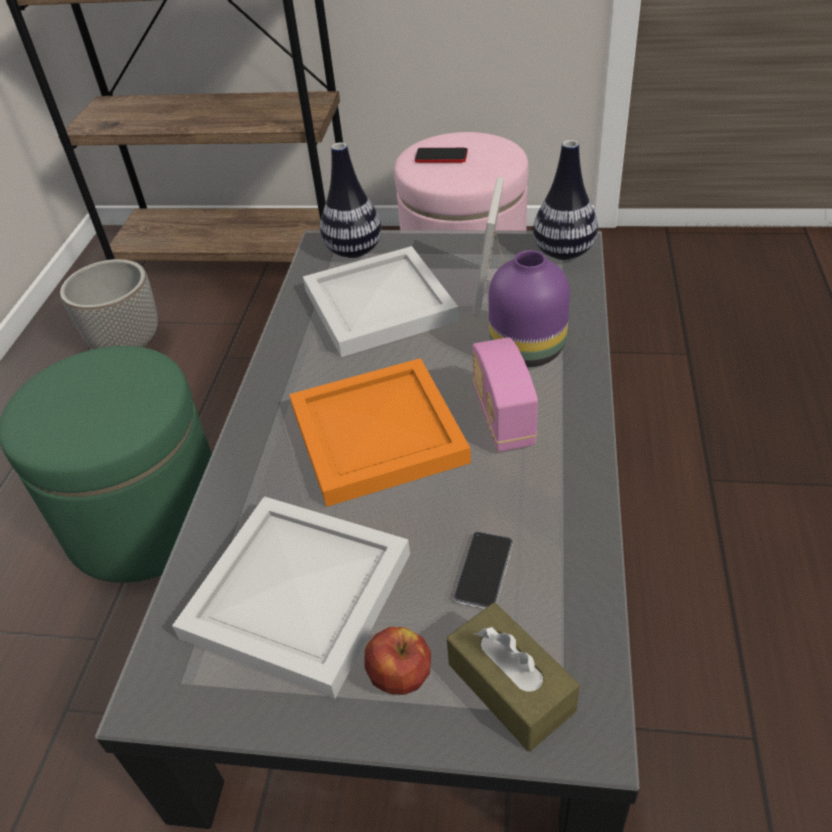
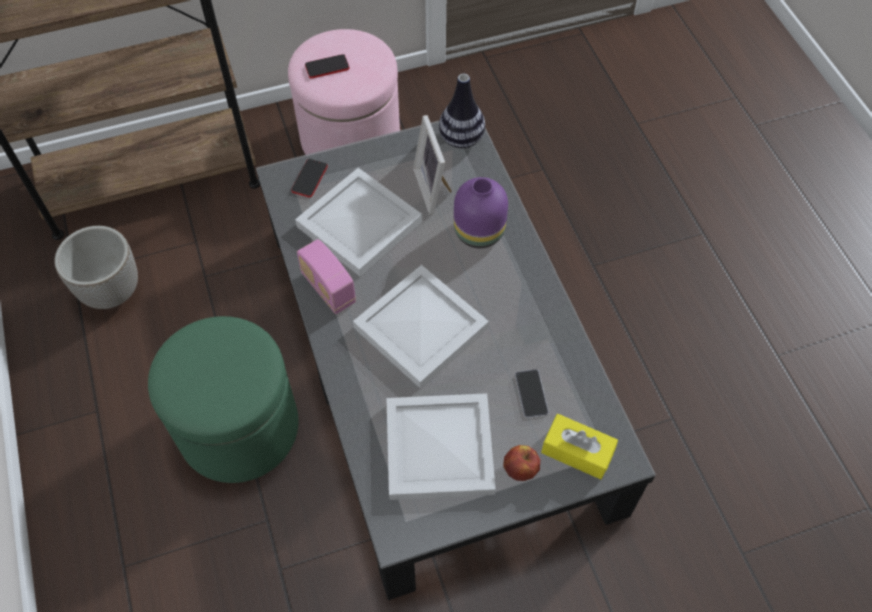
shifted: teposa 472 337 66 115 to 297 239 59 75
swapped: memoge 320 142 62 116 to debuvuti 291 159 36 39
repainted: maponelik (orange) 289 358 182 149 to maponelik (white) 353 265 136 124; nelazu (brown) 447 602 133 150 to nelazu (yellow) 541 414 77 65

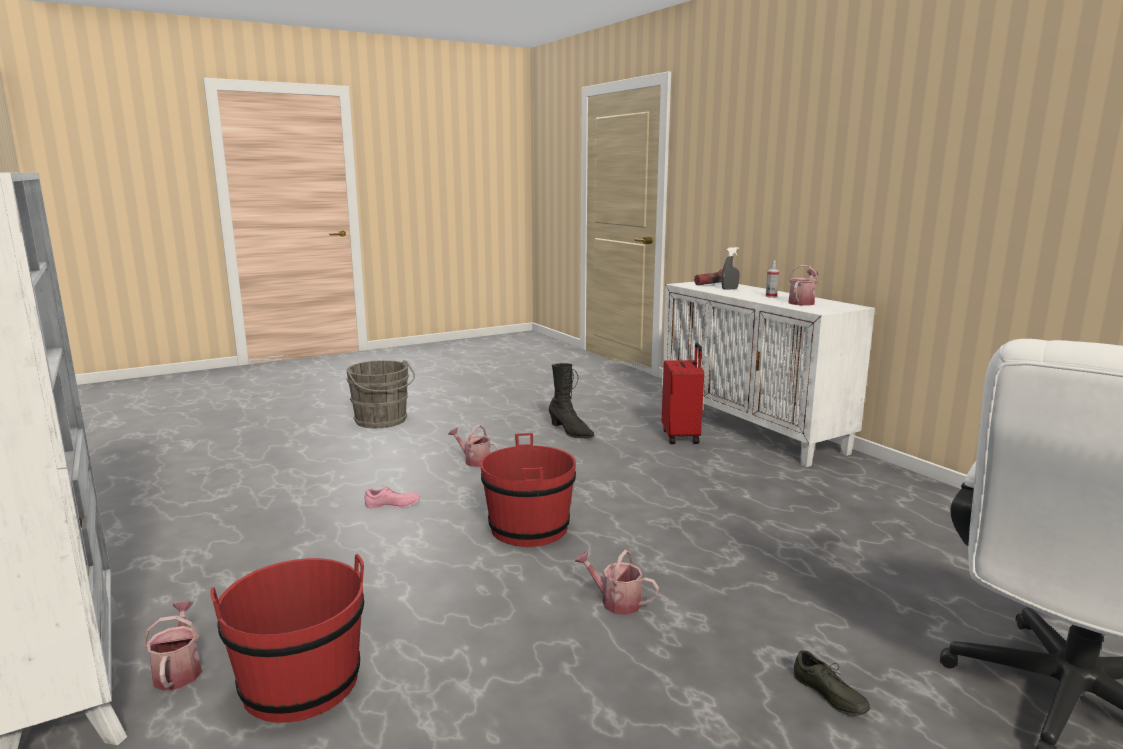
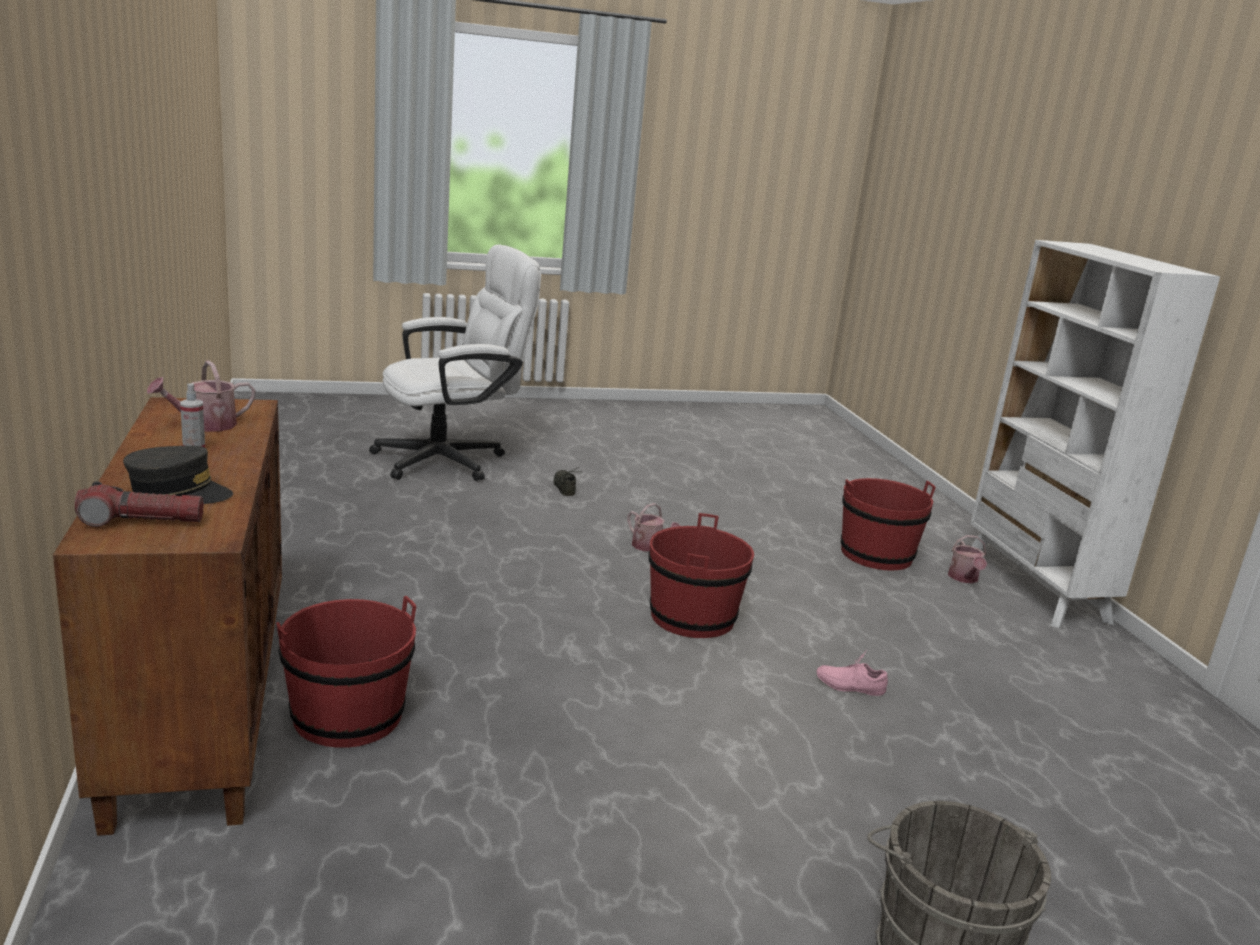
gone: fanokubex 448 425 51 42; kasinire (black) 549 363 45 76
swapped: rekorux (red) 662 343 42 101 to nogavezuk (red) 276 596 140 152; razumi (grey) 722 247 17 43 to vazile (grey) 123 446 110 58
repainted: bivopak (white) 662 282 213 185 to bivopak (brown) 53 397 229 439

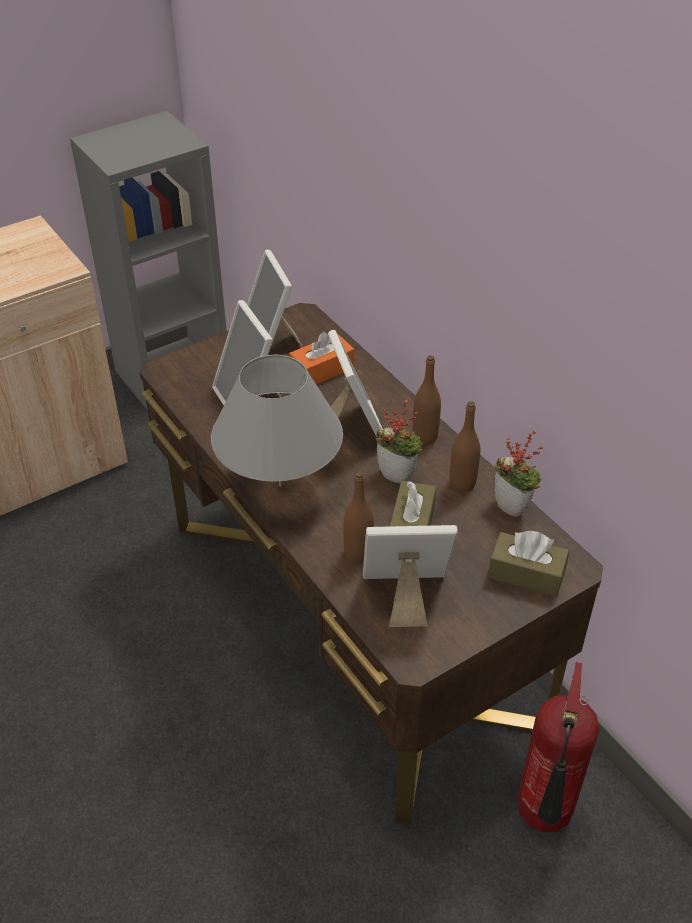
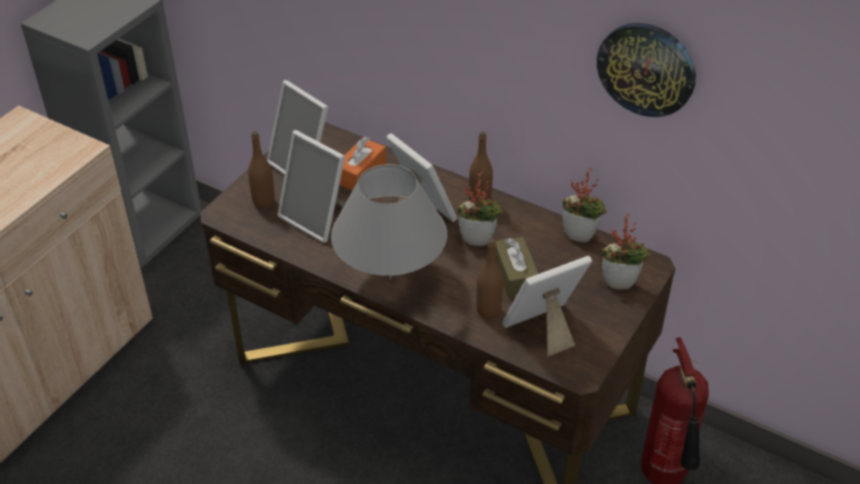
new: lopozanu 597 23 99 94
shifted: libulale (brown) 450 402 30 90 to 248 132 27 77
swapped: nelazu (brown) 488 531 81 66 to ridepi 602 214 49 75

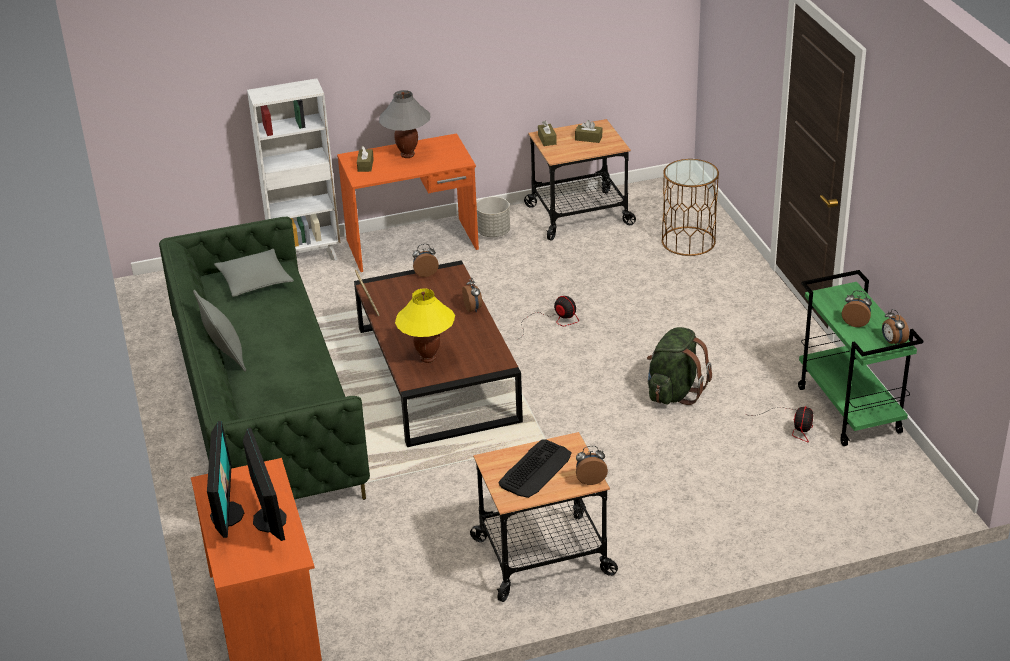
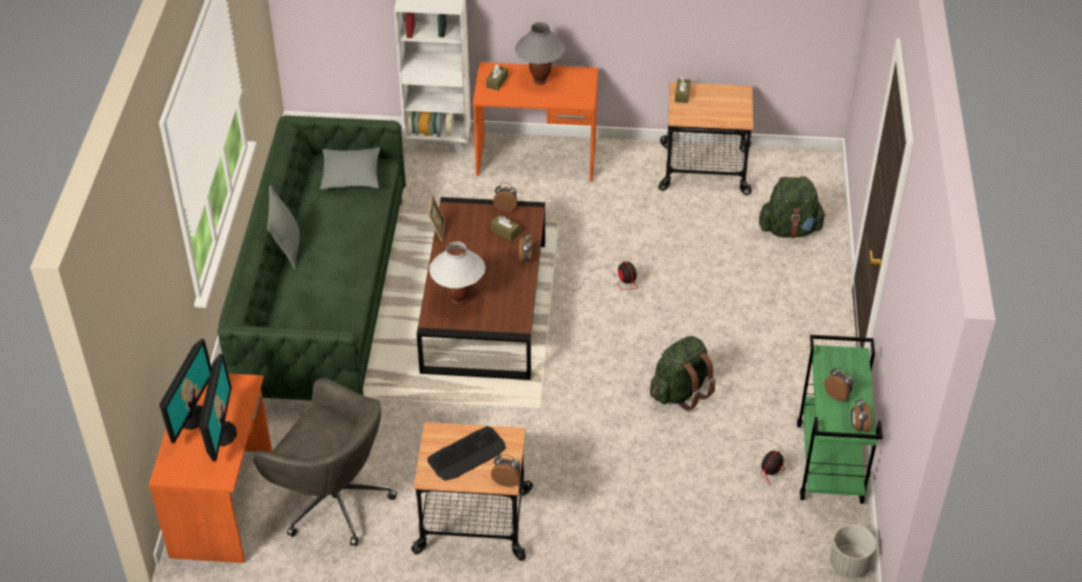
new: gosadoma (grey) 253 378 144 168
shifted: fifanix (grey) 476 197 34 40 to 830 525 46 53; nelazu (brown) 575 120 27 23 to 491 215 29 26
swapped: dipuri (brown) 662 159 57 97 to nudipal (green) 759 176 67 62
repainted: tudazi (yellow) 395 288 60 75 to tudazi (white) 429 241 57 64

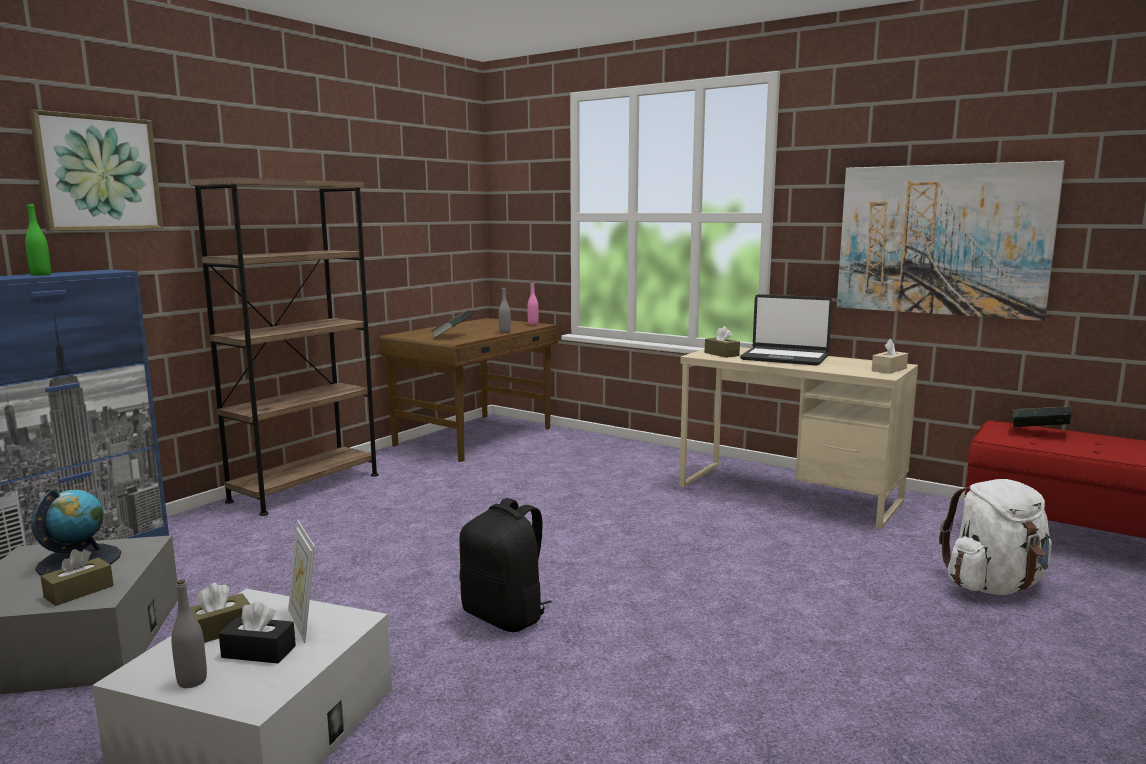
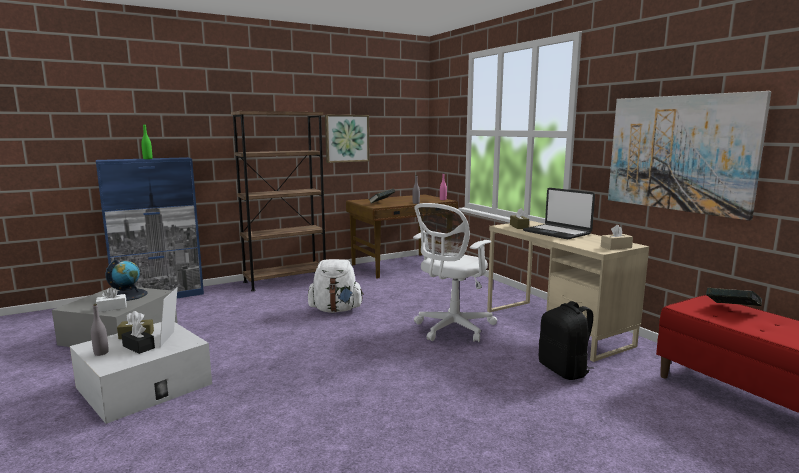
new: gosadoma (white) 413 203 84 139
shifted: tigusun 29 110 134 121 to 325 115 45 48; nudipal (black) 459 498 93 134 to 539 301 56 79; nudipal (white) 939 479 113 116 to 308 259 56 54
repainted: nelazu (brown) 40 549 74 57 to nelazu (white) 96 288 30 24

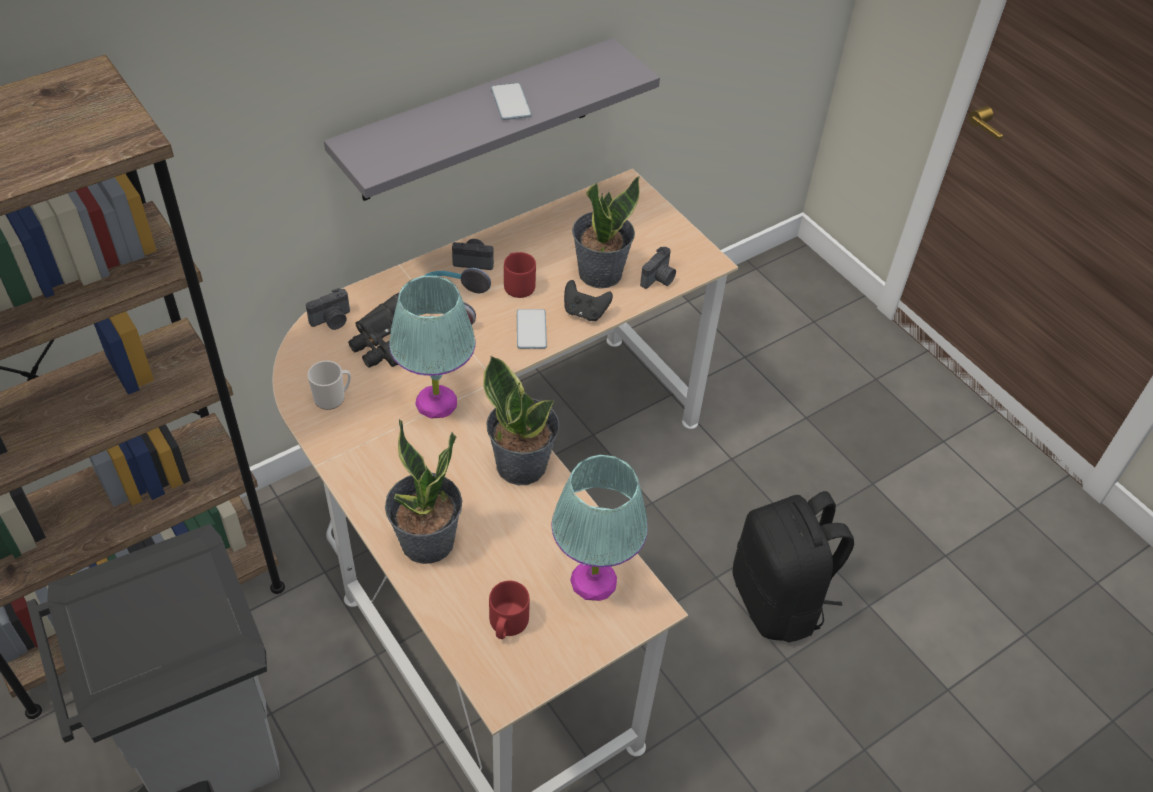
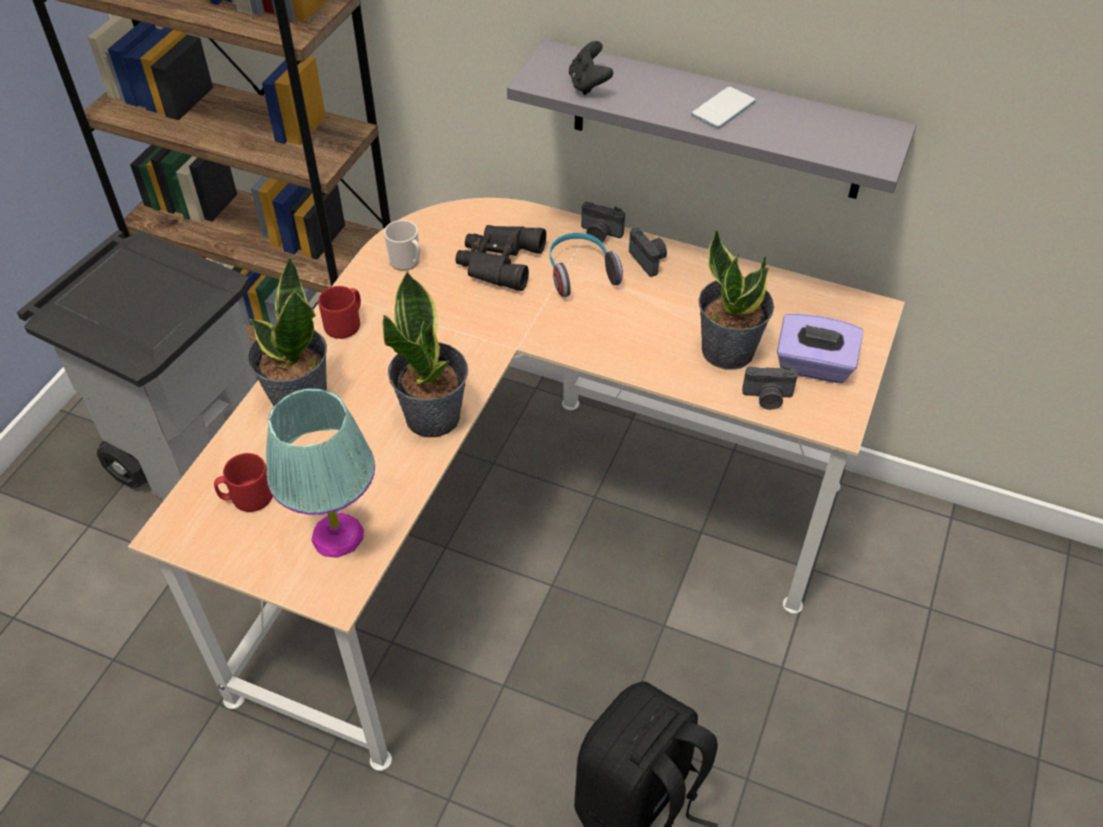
gone: tudazi (turquoise) 389 275 86 143; debuvuti 517 309 30 40
new: nelazu (purple) 777 313 87 70
shifted: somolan 306 288 44 42 to 581 202 44 40; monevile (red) 504 252 32 46 to 318 286 43 53; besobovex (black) 564 280 49 41 to 569 41 44 54

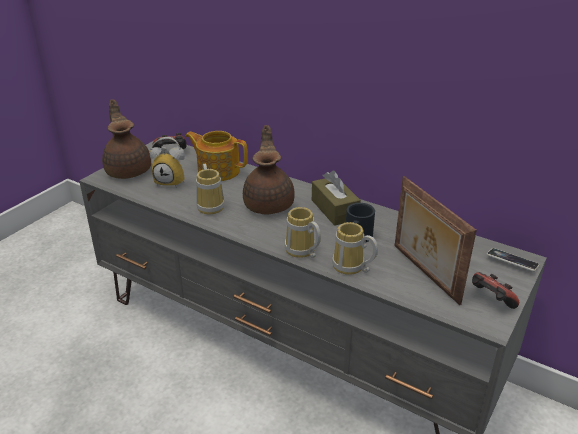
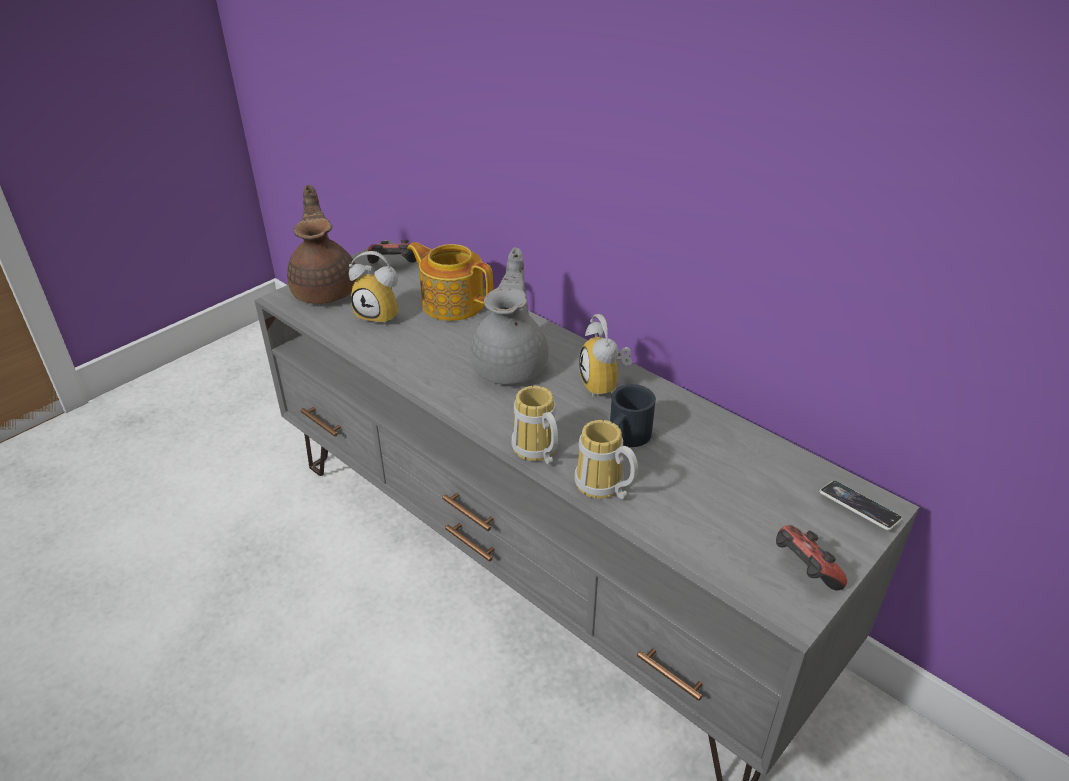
gone: monevile 196 164 29 50; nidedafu 395 176 82 129
swapped: nelazu (brown) 312 171 49 55 to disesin 579 314 53 83
repainted: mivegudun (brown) 243 125 51 89 to mivegudun (grey) 470 247 79 137

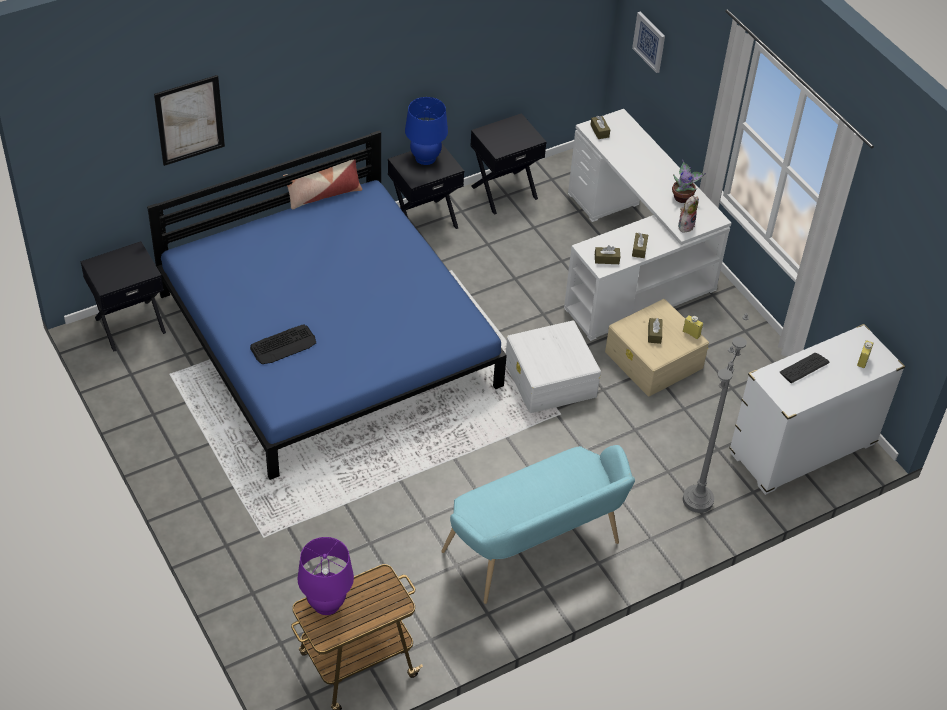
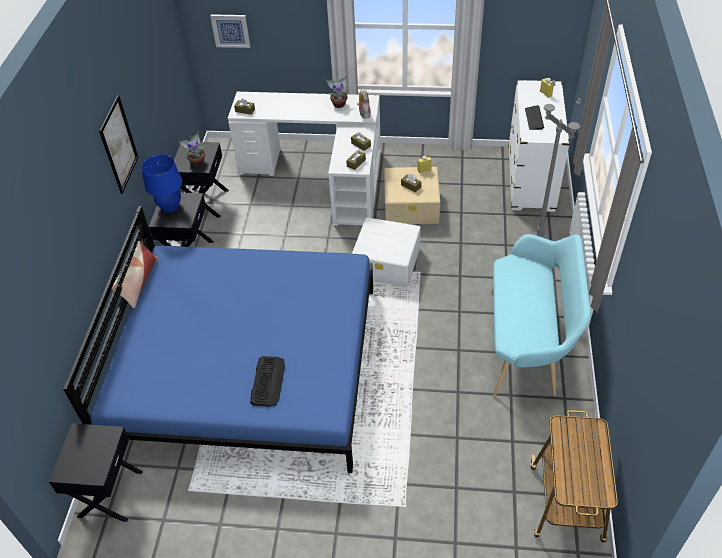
gone: tudazi (purple) 298 537 56 78
new: ridepi 178 133 27 33
shifted: tigusun 154 75 71 91 to 99 95 40 99

